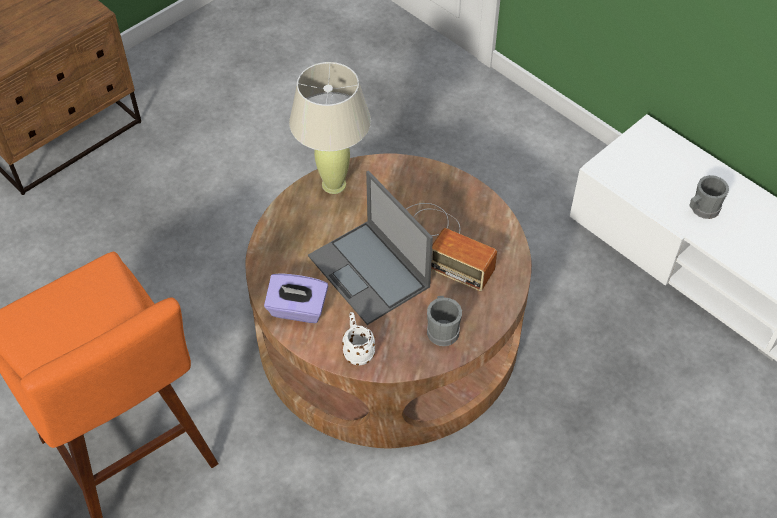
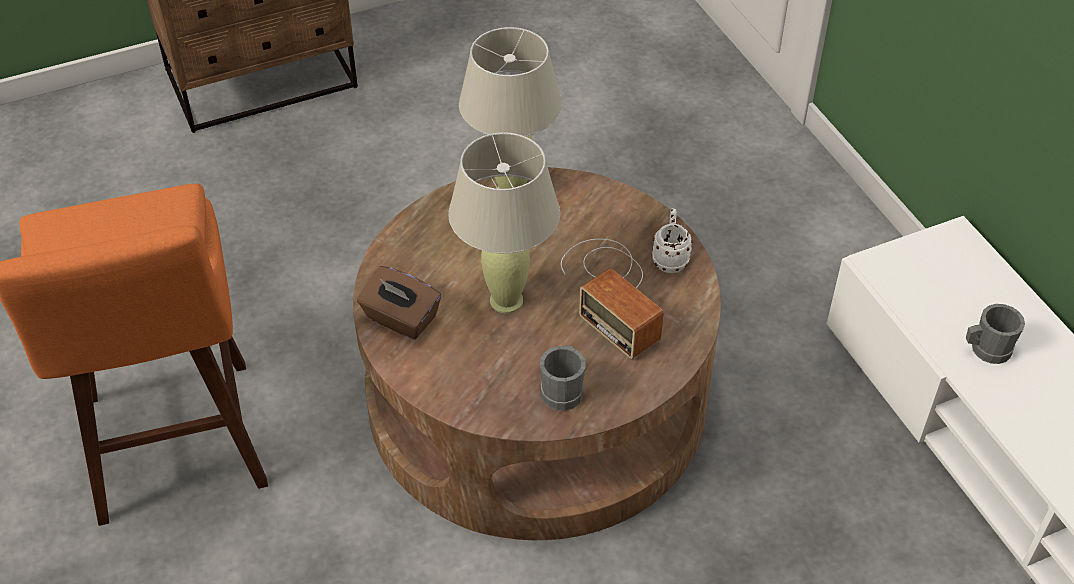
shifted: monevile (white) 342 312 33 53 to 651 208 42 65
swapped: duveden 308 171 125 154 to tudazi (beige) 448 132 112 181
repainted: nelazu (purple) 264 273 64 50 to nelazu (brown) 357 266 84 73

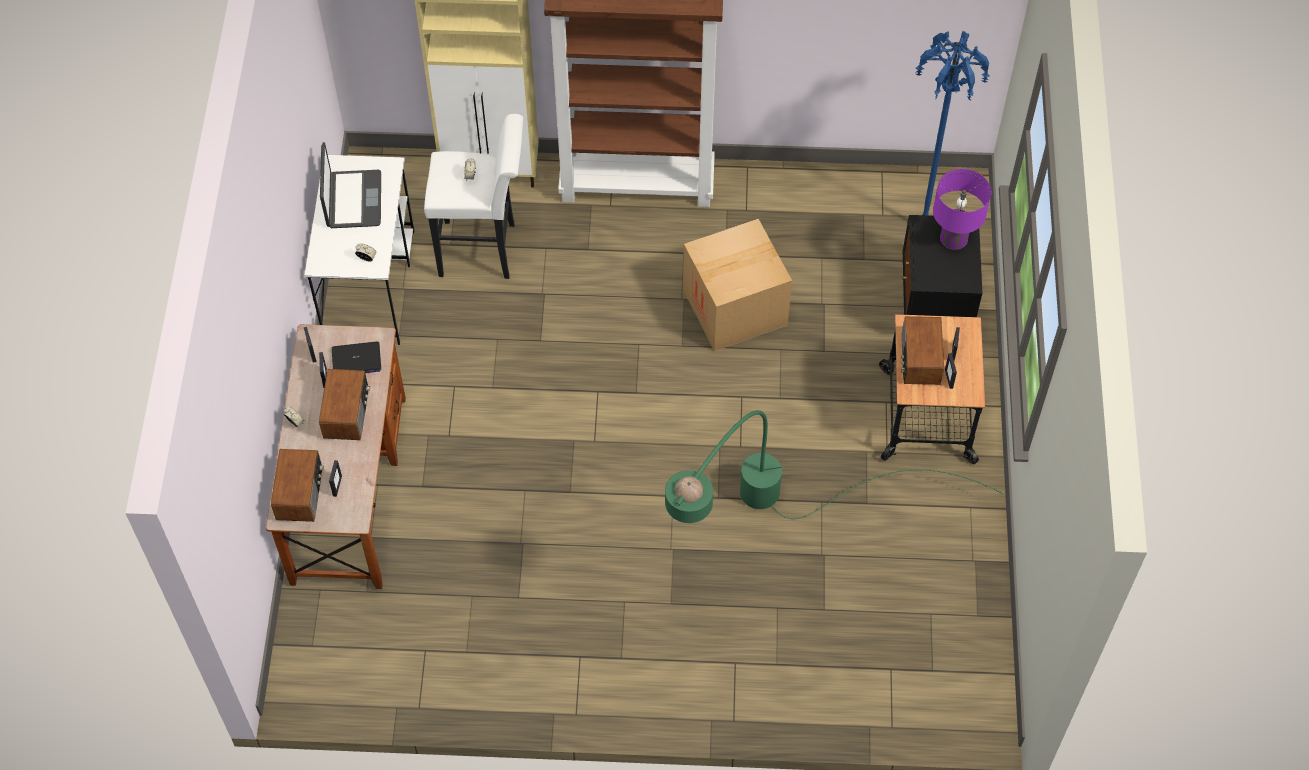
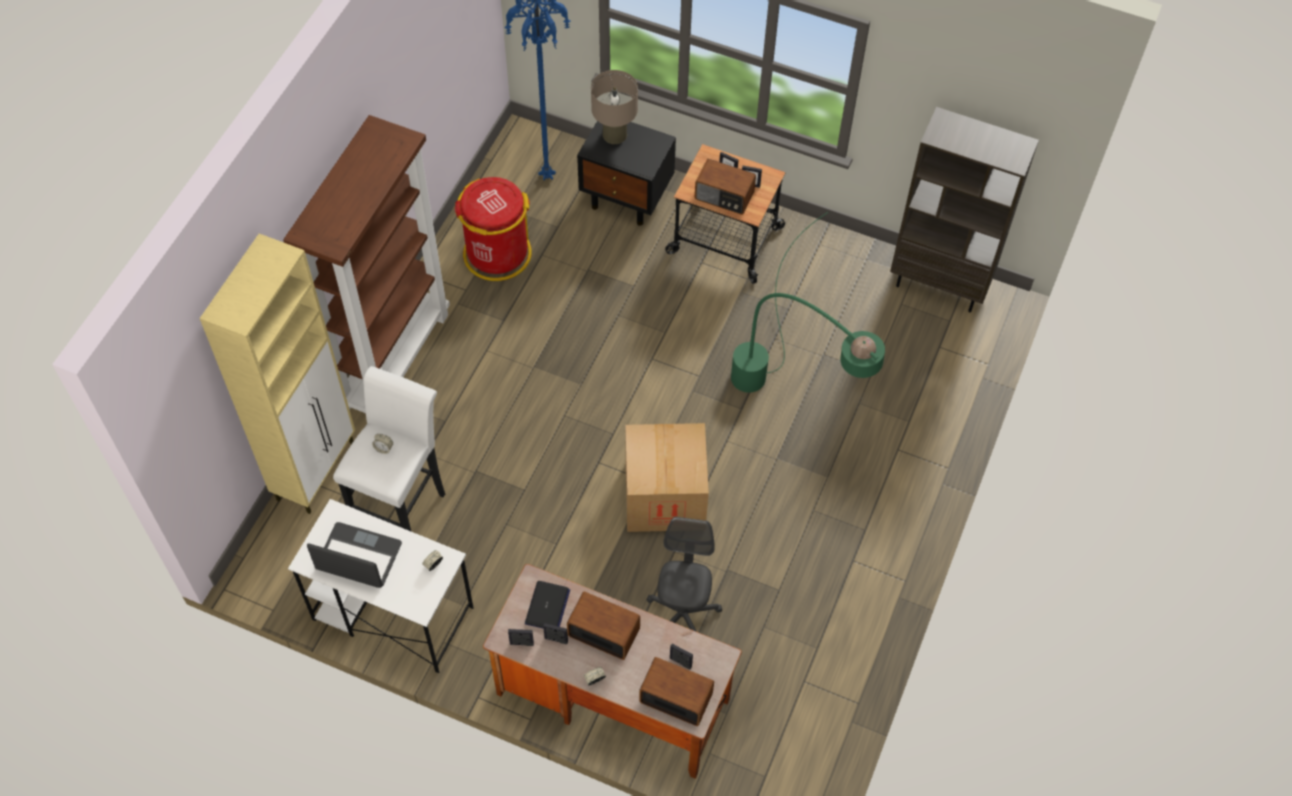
new: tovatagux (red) 455 177 77 104; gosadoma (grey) 647 517 75 115; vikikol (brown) 890 107 149 205
shifted: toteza 683 219 109 132 to 625 423 84 109
repainted: tudazi (purple) 933 169 58 81 to tudazi (beige) 591 70 47 74

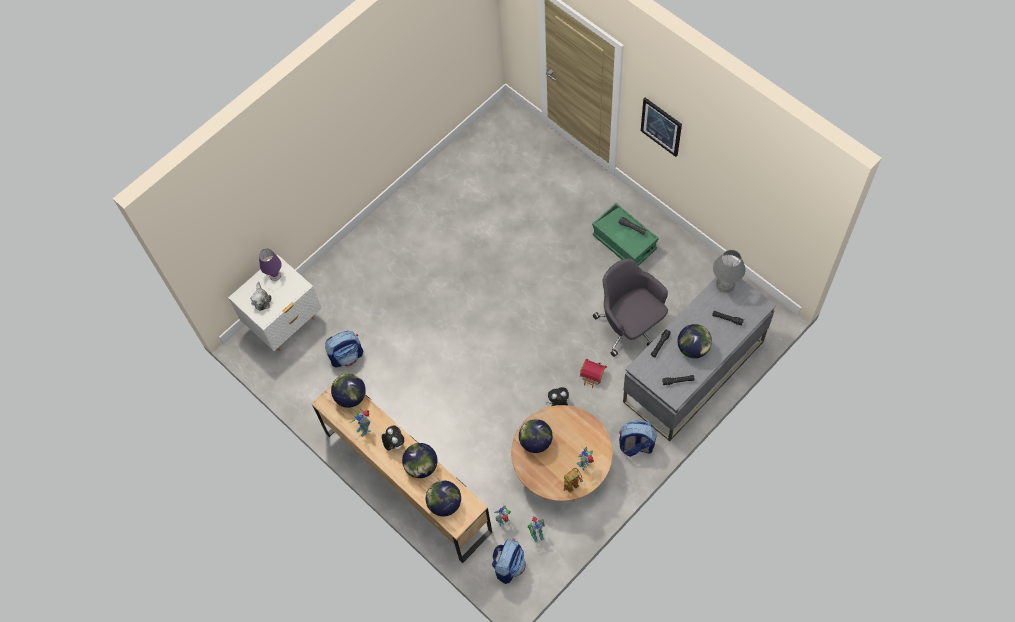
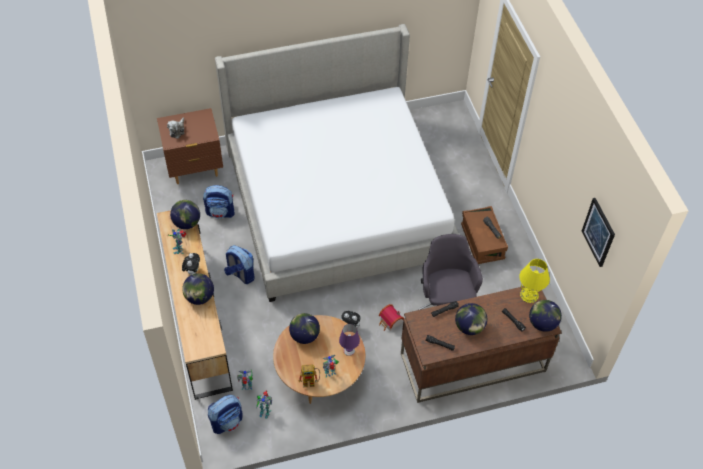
new: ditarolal 215 24 245 278
shifted: tudazi (purple) 259 249 23 32 to 339 324 21 32; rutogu 426 480 35 36 to 529 300 33 32; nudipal 619 420 37 37 to 224 245 31 39; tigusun 641 98 41 59 to 582 198 33 69
repainted: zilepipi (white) 228 254 93 97 to zilepipi (brown) 157 108 66 76; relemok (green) 592 203 67 63 to relemok (brown) 461 206 47 58; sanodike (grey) 623 277 153 164 to sanodike (brown) 401 286 161 117; tudazi (grey) 713 250 33 43 to tudazi (yellow) 519 259 31 44

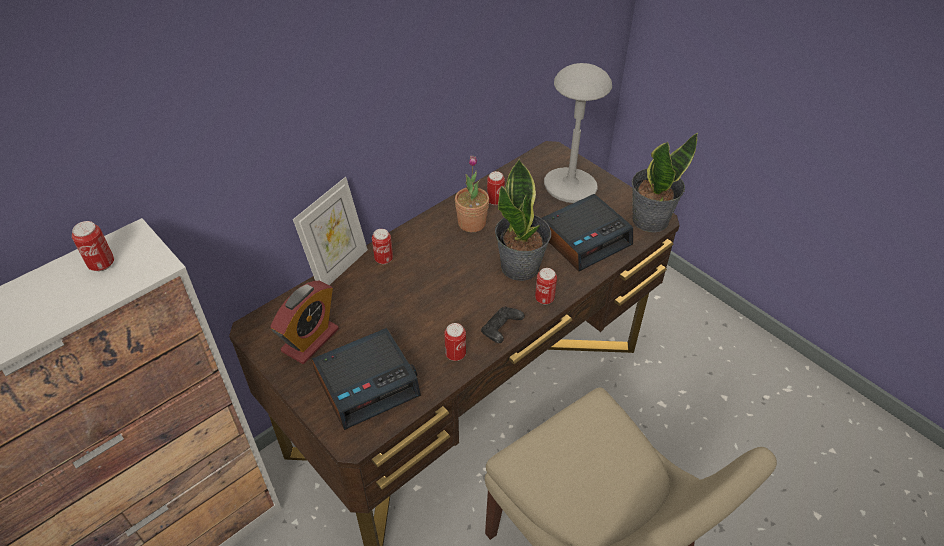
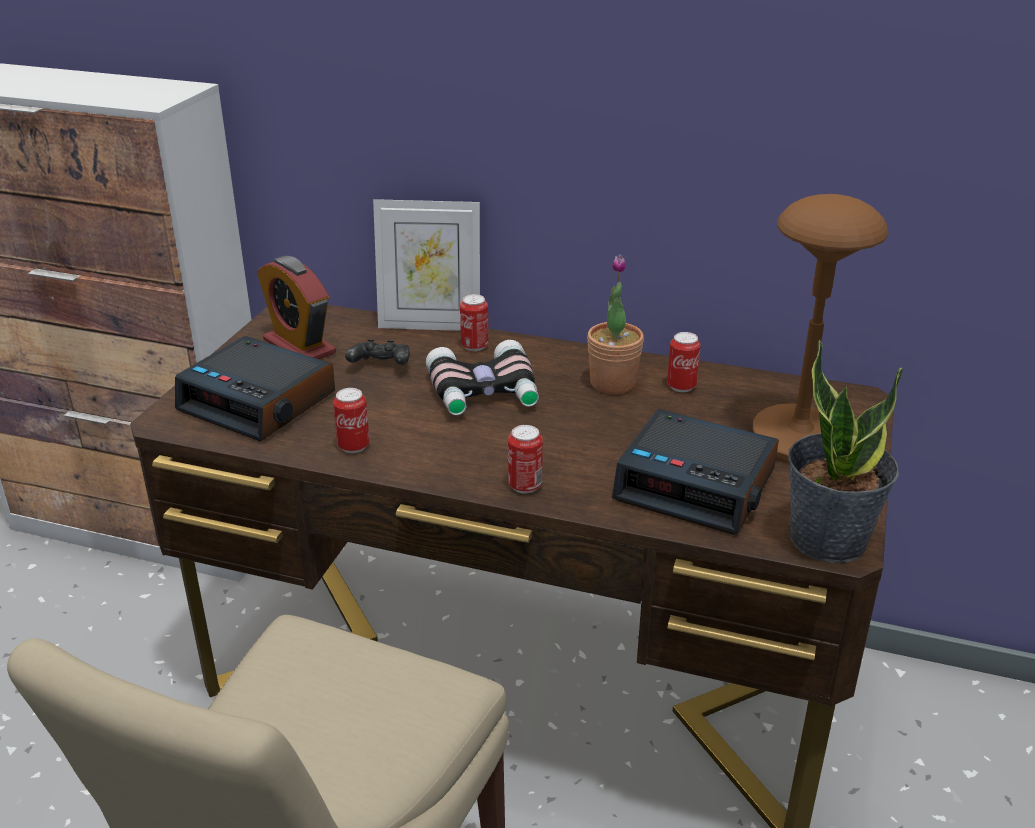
gone: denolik 72 221 42 50; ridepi 495 158 56 123
new: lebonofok 426 340 113 75
shifted: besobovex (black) 481 307 44 36 to 345 339 65 26
repainted: tudazi (grey) 544 63 68 140 to tudazi (brown) 753 194 135 269
rotated: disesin 270 281 69 83 = 257 256 79 103 45 degrees clockwise

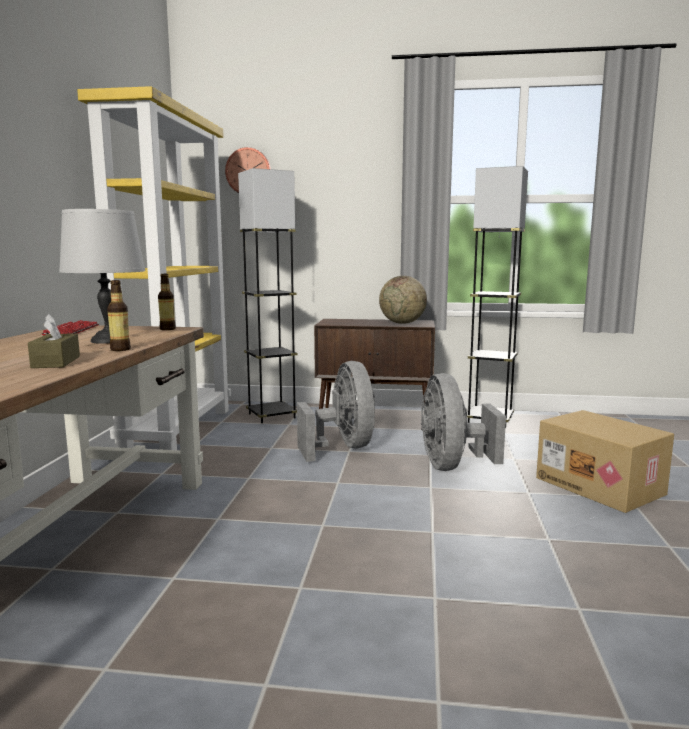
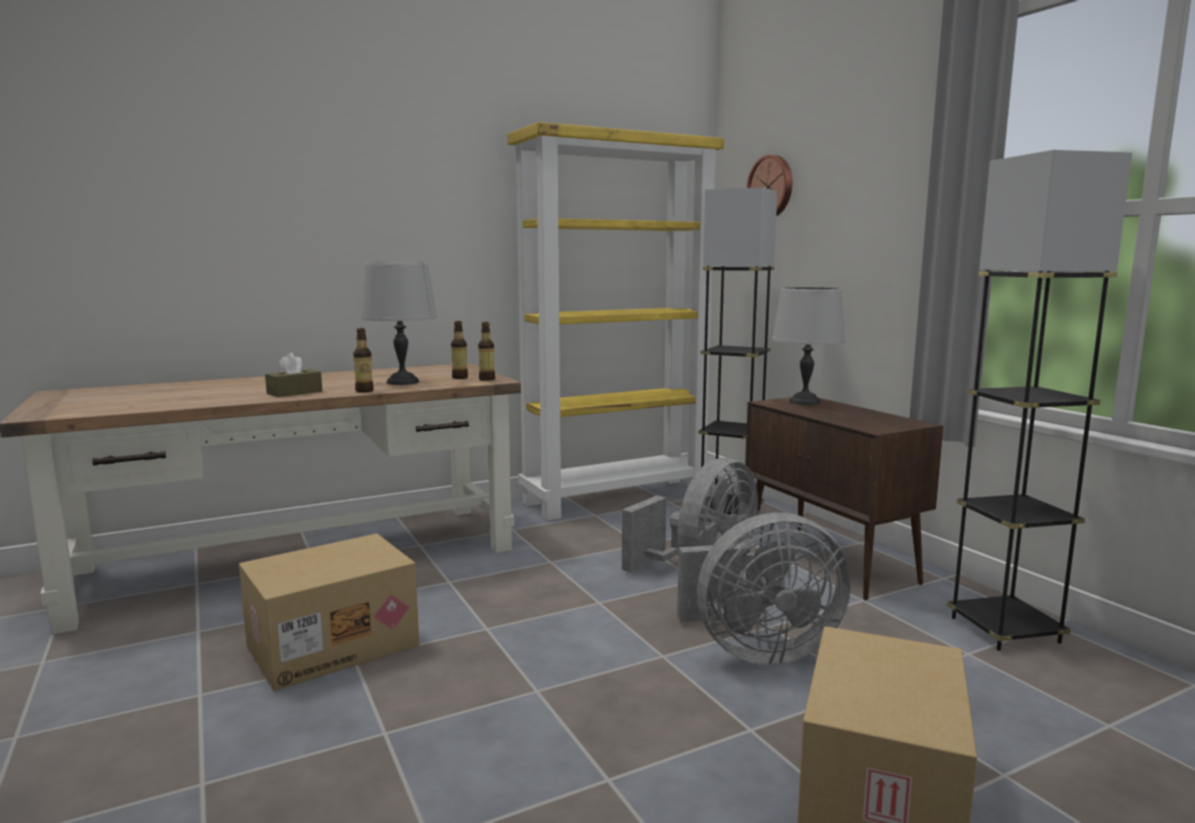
gone: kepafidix 42 320 57 15; rutogu 379 276 48 48
new: toteza 239 533 180 158; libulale 451 321 17 58; tudazi (grey) 772 287 73 118
rotated: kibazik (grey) 421 373 85 98 = 677 513 174 152 150 degrees counterclockwise

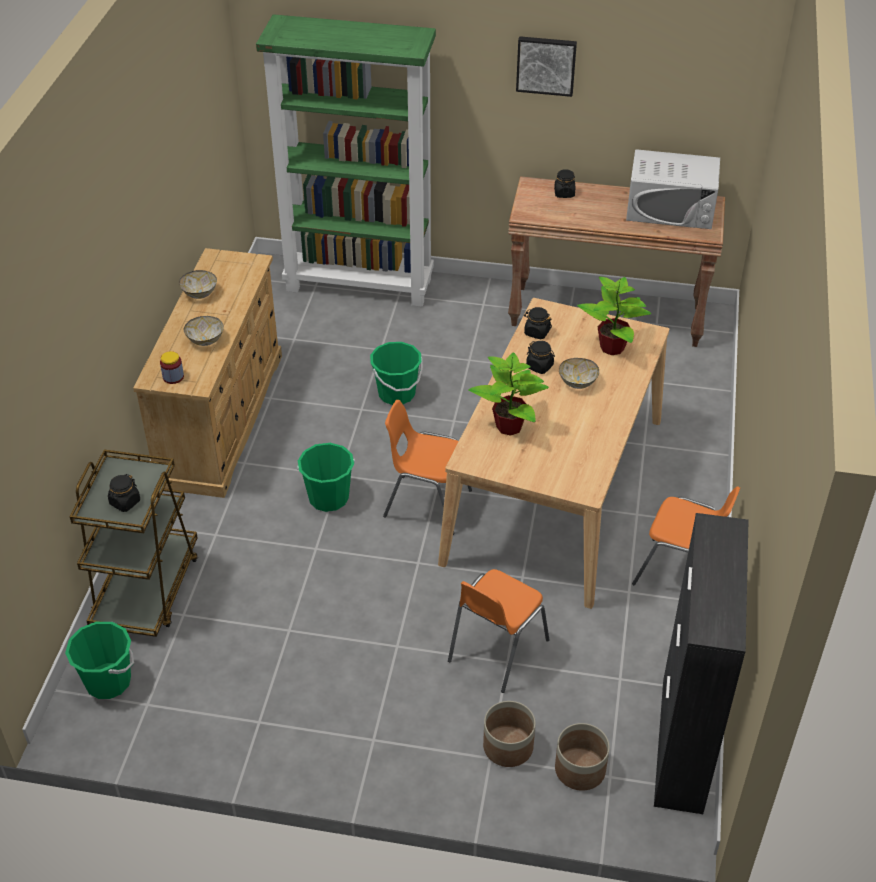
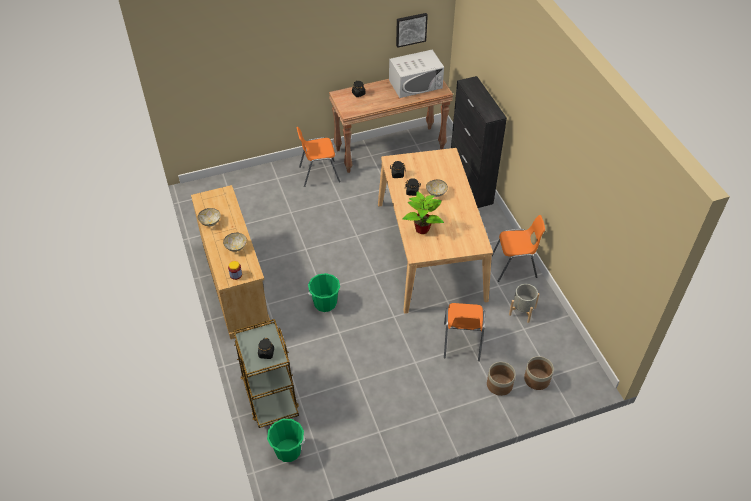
gone: vikikol (green) 256 14 180 293; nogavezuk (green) 370 342 53 63; ridepi 577 277 75 78
new: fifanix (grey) 509 284 30 39
shifted: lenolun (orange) 383 400 89 135 to 297 127 43 60; tigusun 516 36 61 61 to 396 13 32 35; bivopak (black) 654 513 95 301 to 451 76 56 132

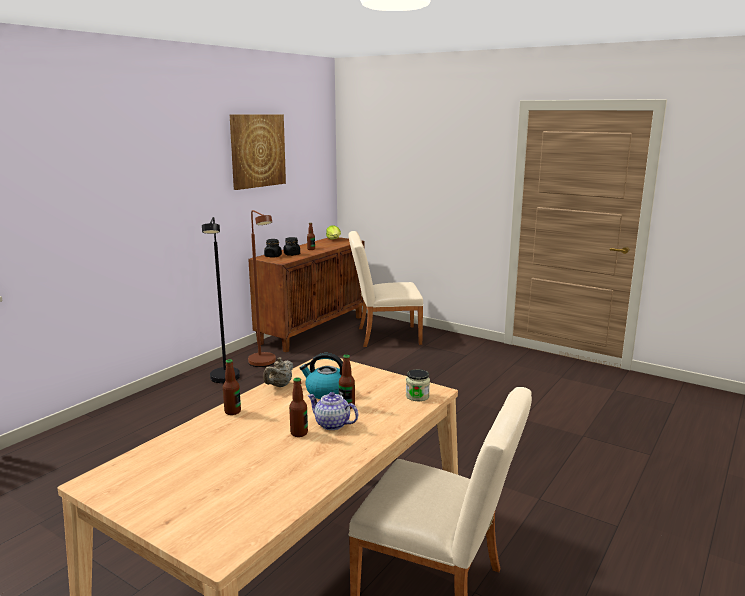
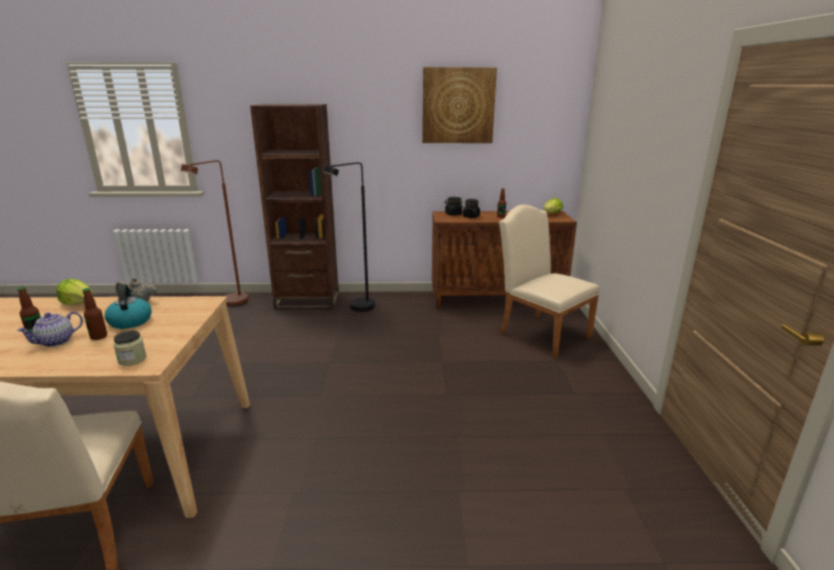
new: vikikol (brown) 250 104 89 205
shifted: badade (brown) 248 210 28 157 to 181 160 67 146
swapped: libulale 223 359 18 56 to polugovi 56 279 36 26
rotated: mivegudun 307 392 51 38 = 17 311 66 36 135 degrees counterclockwise

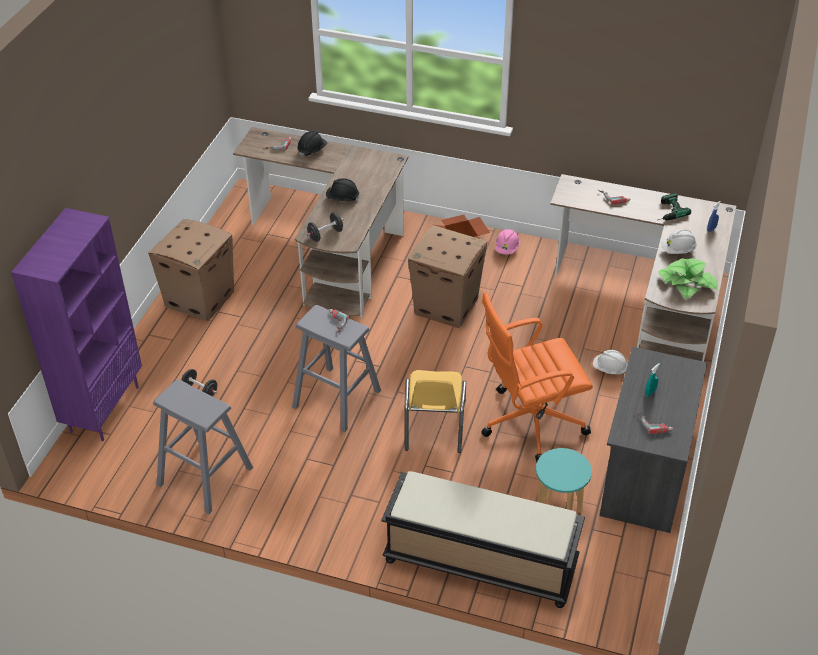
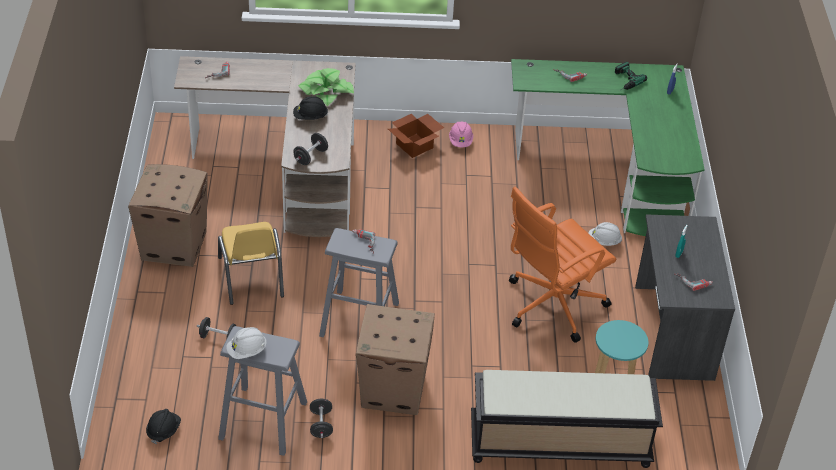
gone: vikikol (purple) 11 208 131 233
new: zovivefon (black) 310 399 23 39
shifted: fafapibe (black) 297 130 30 27 to 146 409 35 35; lenolun (yellow) 405 370 61 83 to 218 222 66 83; toteza 408 225 80 103 to 356 304 79 111; ridepi 658 258 60 41 to 298 68 56 38; fafapibe (white) 661 229 36 25 to 226 327 41 32
repainted: sanodike (brown) 550 174 186 188 to sanodike (green) 511 59 194 177

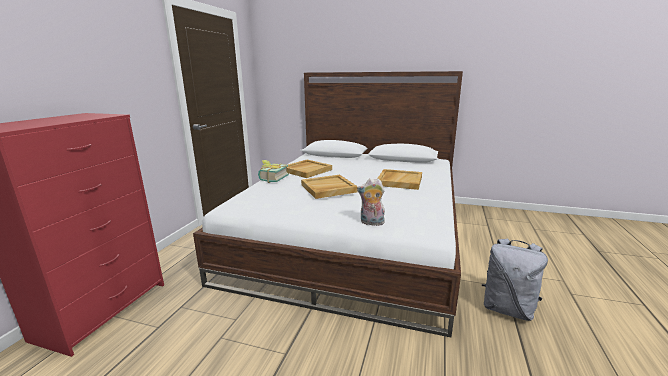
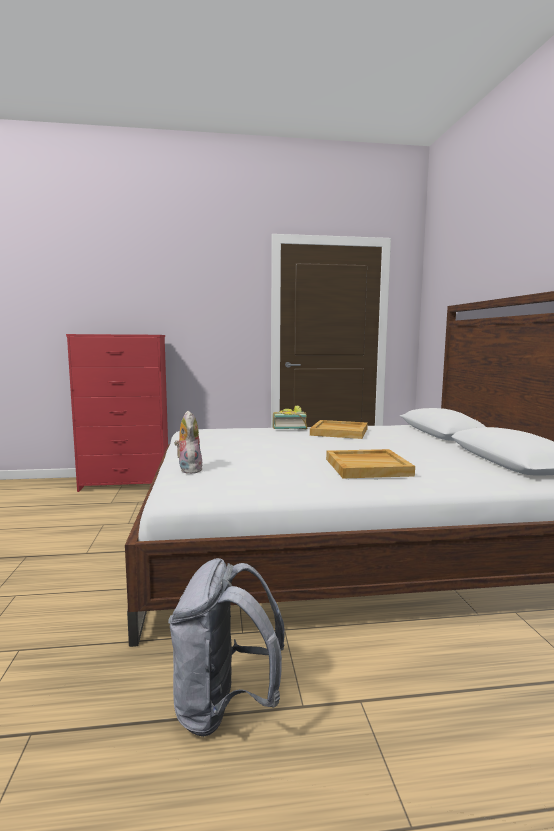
gone: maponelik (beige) 301 175 57 24

